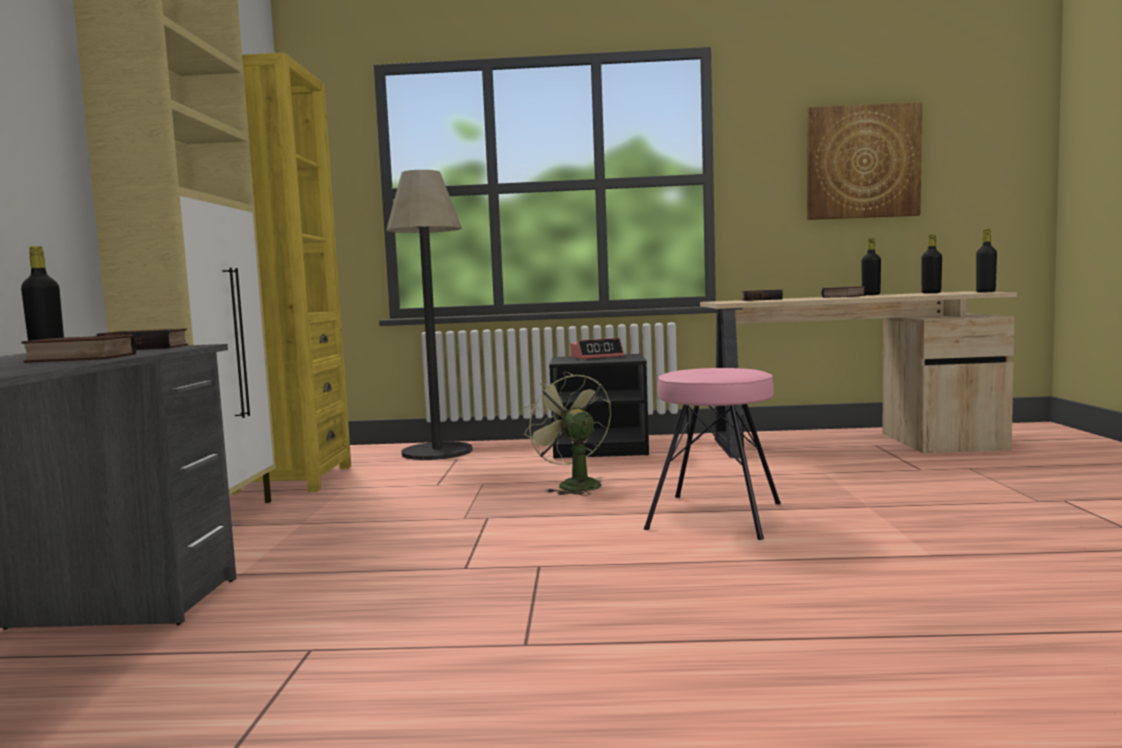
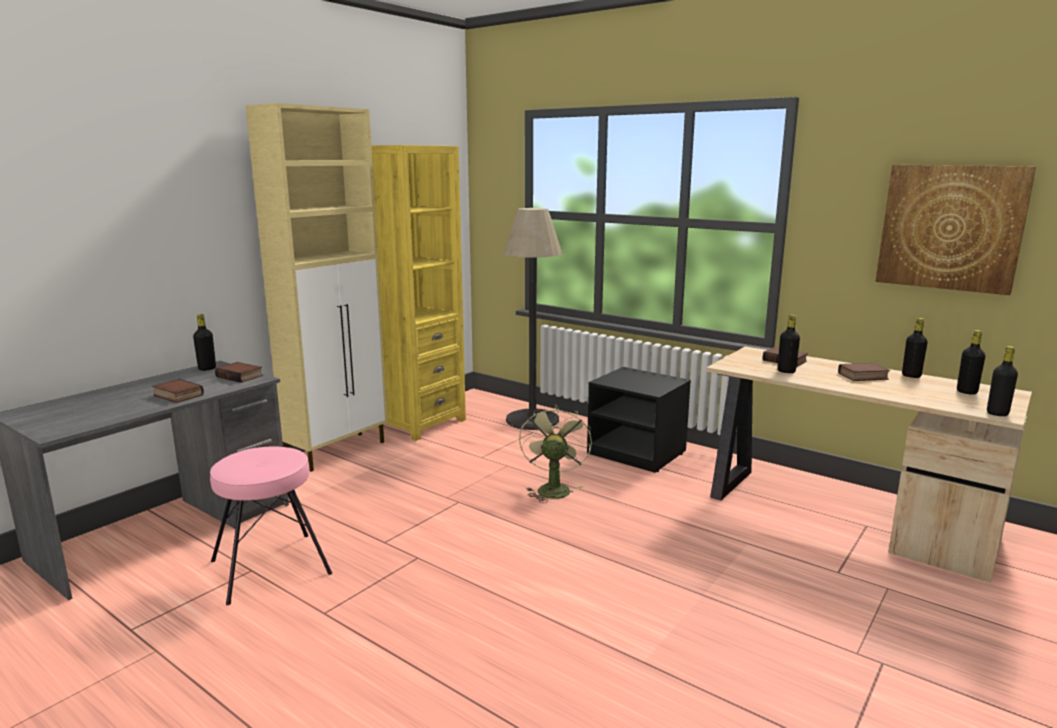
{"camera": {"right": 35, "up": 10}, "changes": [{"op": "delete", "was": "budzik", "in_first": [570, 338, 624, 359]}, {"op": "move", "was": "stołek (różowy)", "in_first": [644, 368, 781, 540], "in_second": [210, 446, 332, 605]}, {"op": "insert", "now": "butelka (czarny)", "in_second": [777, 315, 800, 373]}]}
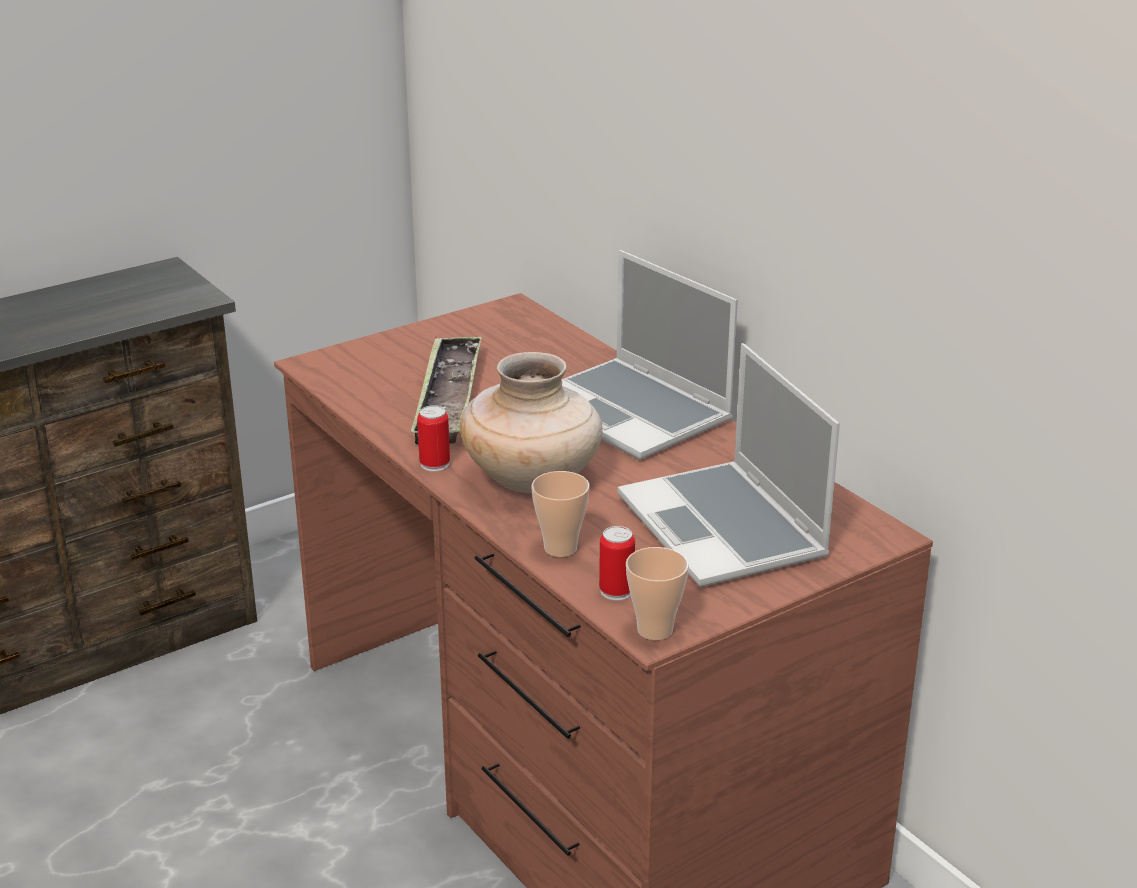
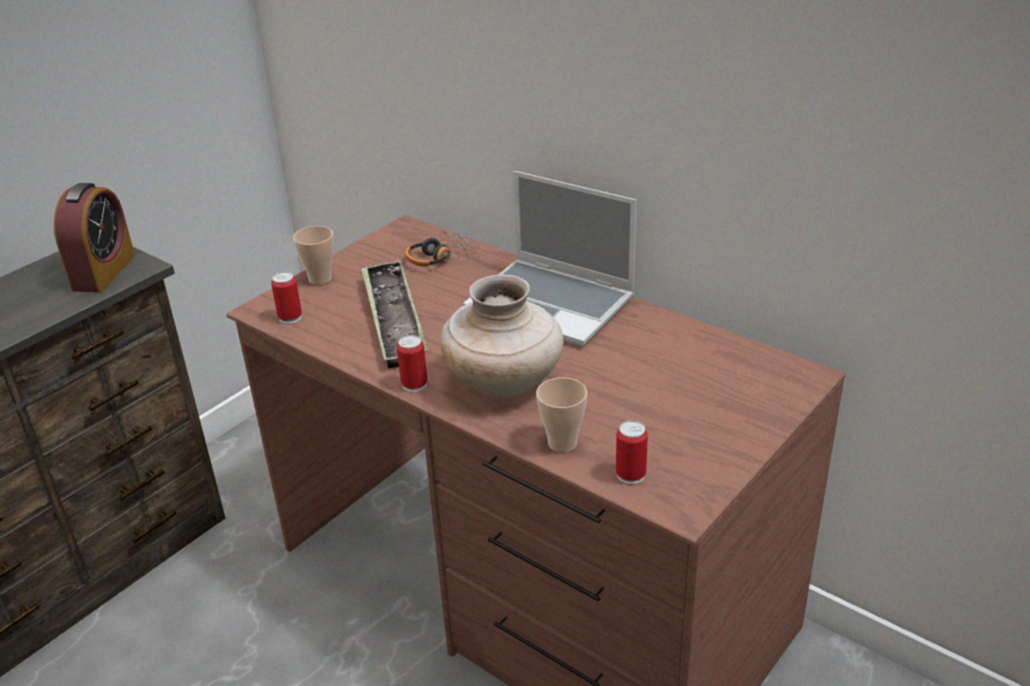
{"camera": {"right": -15, "up": 5}, "changes": [{"op": "delete", "was": "laptop", "in_first": [618, 343, 840, 587]}, {"op": "move", "was": "filiżanka", "in_first": [626, 547, 689, 640], "in_second": [293, 226, 334, 285]}, {"op": "insert", "now": "budzik", "in_second": [54, 183, 135, 293]}, {"op": "insert", "now": "puszka", "in_second": [271, 272, 302, 324]}, {"op": "insert", "now": "słuchawki", "in_second": [405, 231, 483, 266]}]}
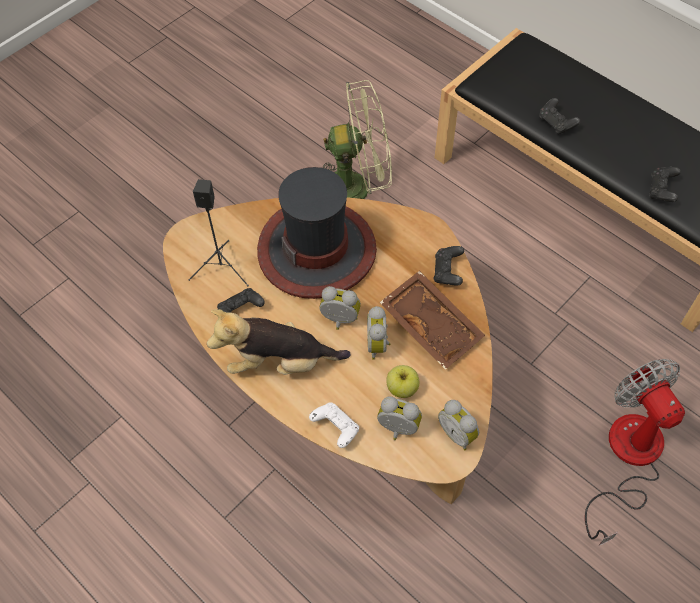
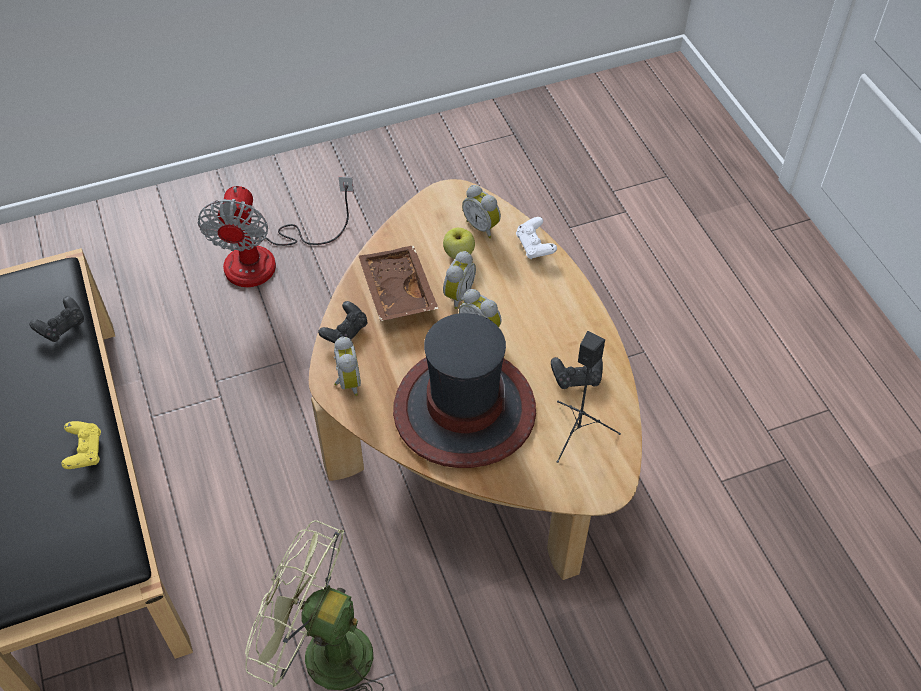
{"camera": {"right": -155, "up": -5}, "changes": [{"op": "delete", "was": "pluszak", "in_first": [207, 309, 351, 375]}, {"op": "move", "was": "budzik", "in_first": [438, 400, 479, 450], "in_second": [334, 336, 361, 396]}, {"op": "recolor", "was": "pad do gier (czarny)", "now": "pad do gier (żółty)", "in_first": [539, 98, 580, 134], "in_second": [61, 421, 101, 469]}]}
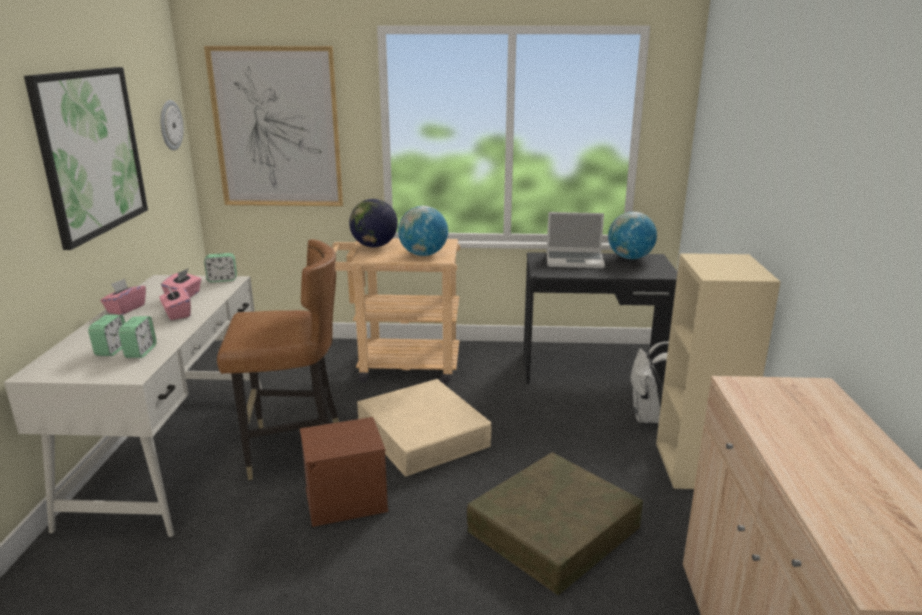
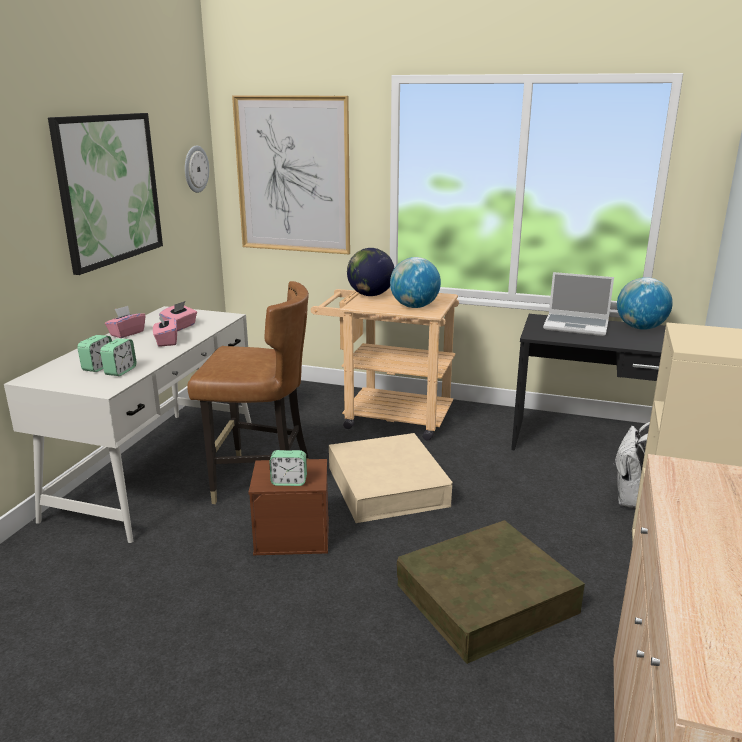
{"camera": {"right": 15, "up": 0}, "changes": [{"op": "move", "was": "budzik", "in_first": [204, 253, 237, 282], "in_second": [269, 450, 307, 486]}]}
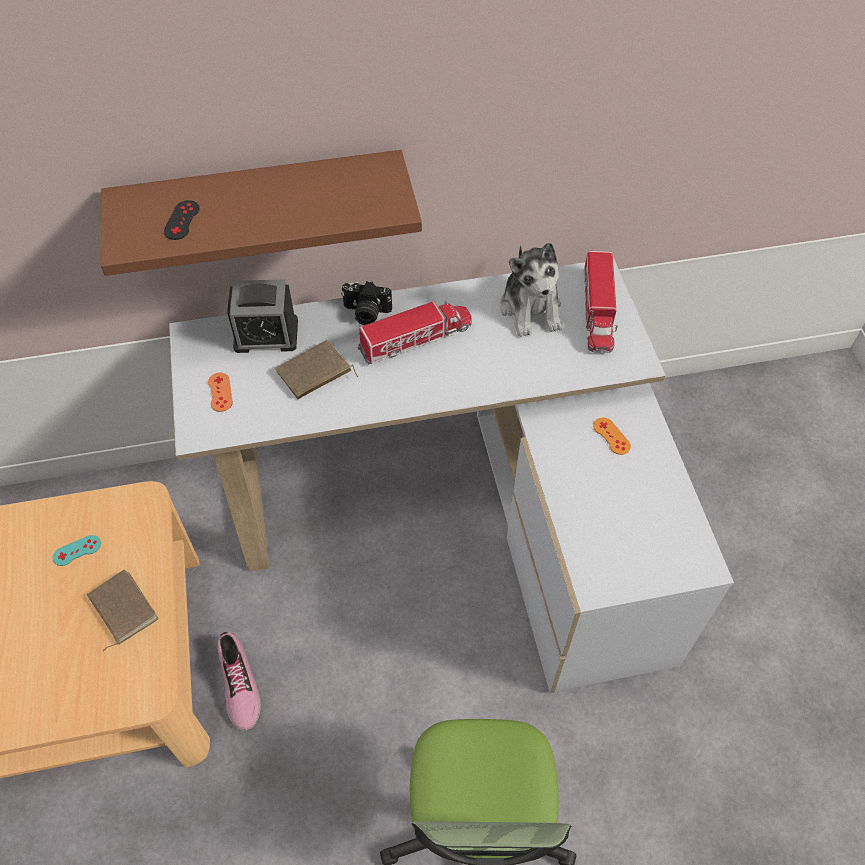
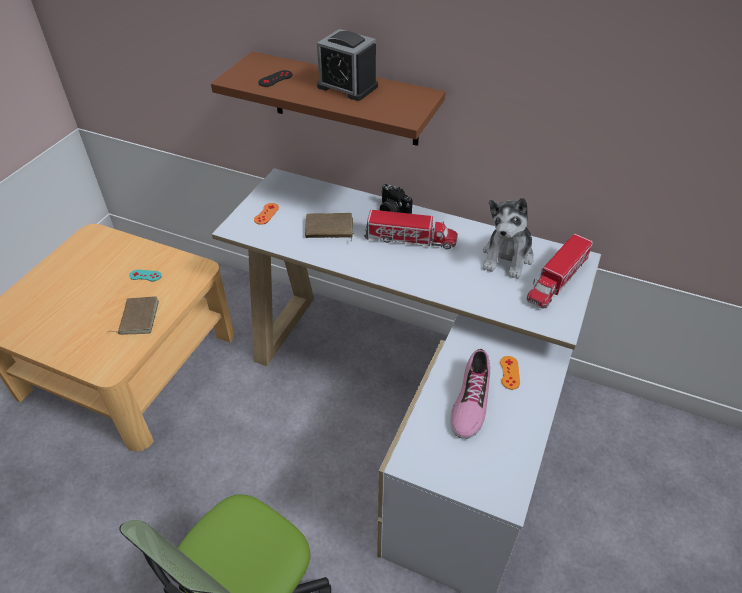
{"camera": {"right": 35, "up": -10}, "changes": [{"op": "move", "was": "but", "in_first": [217, 632, 261, 731], "in_second": [450, 349, 490, 439]}, {"op": "move", "was": "budzik", "in_first": [227, 279, 298, 353], "in_second": [317, 29, 378, 101]}]}
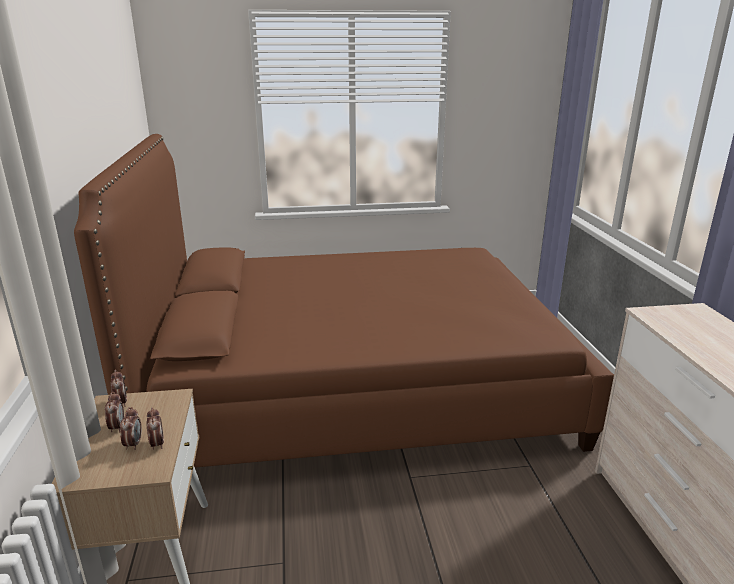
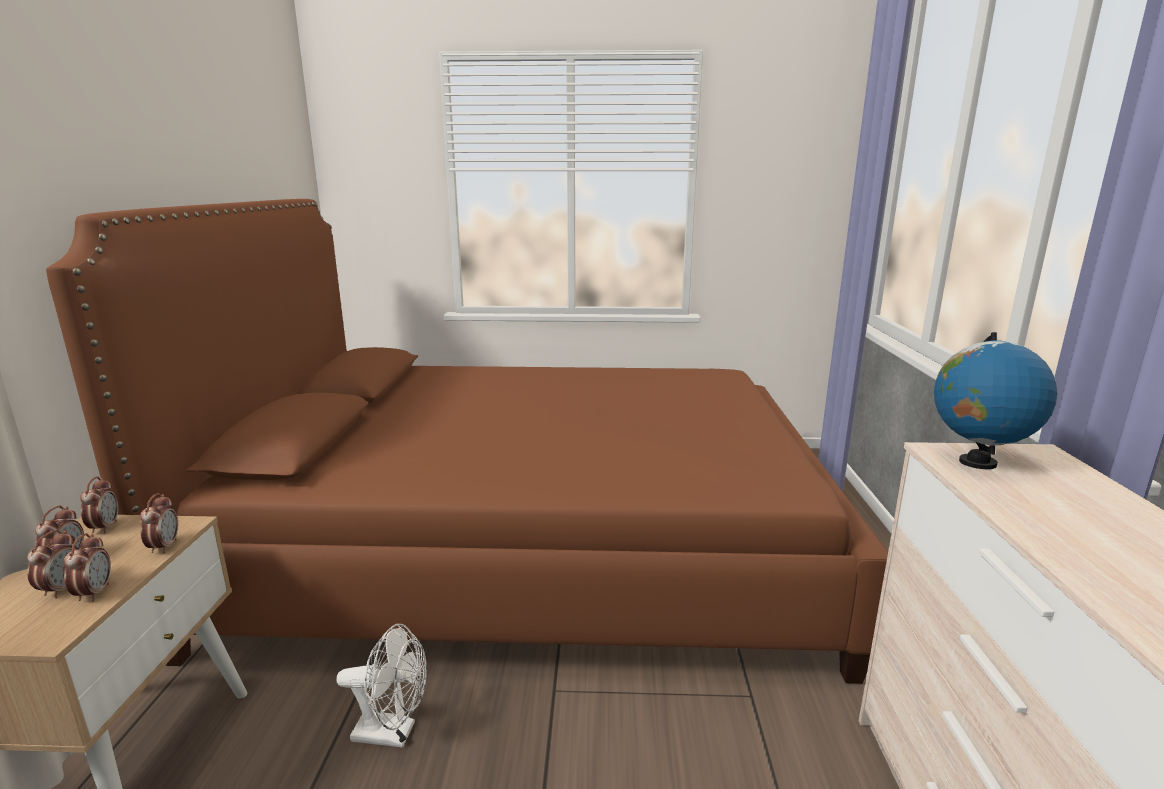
{"camera": {"right": 10, "up": -5}, "changes": [{"op": "insert", "now": "budzik", "in_second": [140, 493, 178, 553]}, {"op": "insert", "now": "wentylator (biały)", "in_second": [336, 624, 427, 748]}, {"op": "insert", "now": "globus", "in_second": [934, 332, 1057, 469]}]}
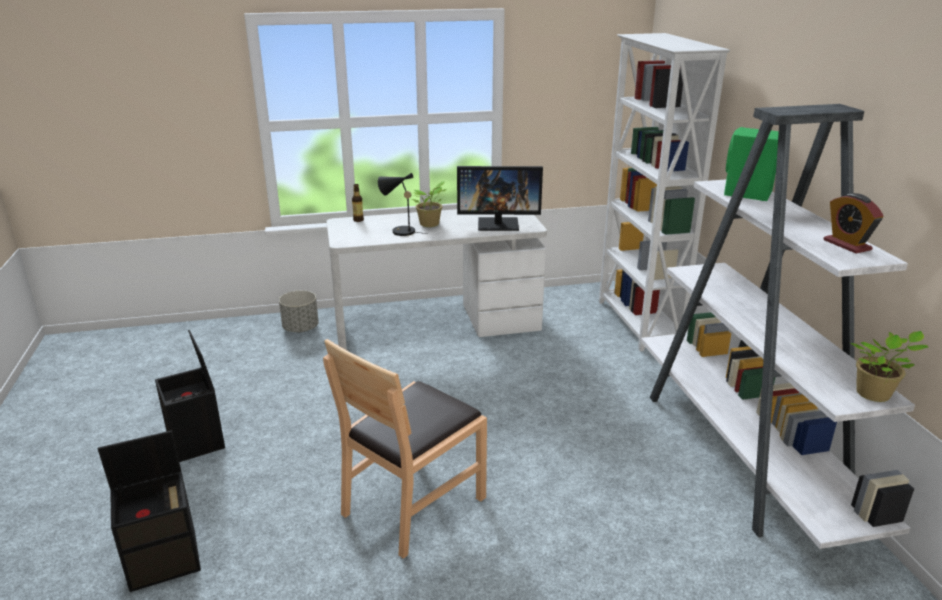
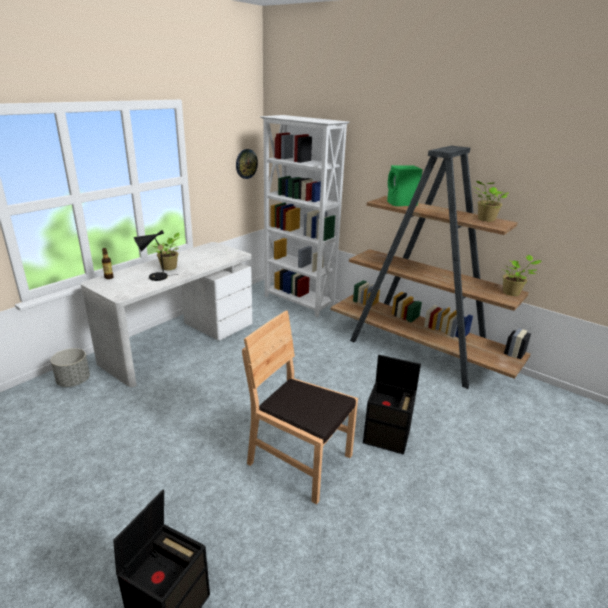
{"camera": {"right": -40, "up": 0}, "changes": [{"op": "move", "was": "pojemnik do przechowywania (czarny)", "in_first": [155, 330, 225, 462], "in_second": [363, 355, 421, 455]}, {"op": "rotate", "was": "krzesło (brązowy)", "in_first": [323, 339, 487, 559], "in_second": [242, 310, 358, 505], "clockwise": 120}, {"op": "delete", "was": "monitor", "in_first": [457, 166, 543, 231]}, {"op": "recolor", "was": "regał (biały)", "now": "regał (brązowy)", "in_first": [641, 104, 915, 549], "in_second": [331, 146, 531, 389]}, {"op": "replace", "was": "budzik", "now": "roślina doniczkowa", "in_first": [824, 193, 884, 253], "in_second": [475, 181, 509, 221]}, {"op": "insert", "now": "zegar ścienny", "in_second": [236, 149, 258, 179]}]}
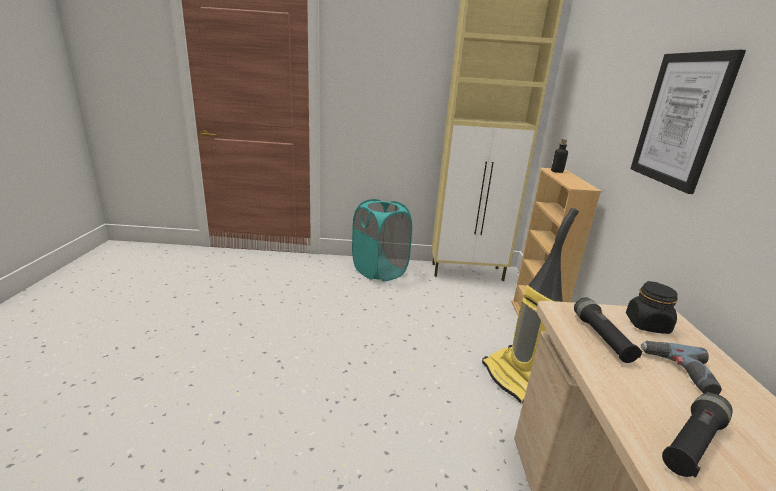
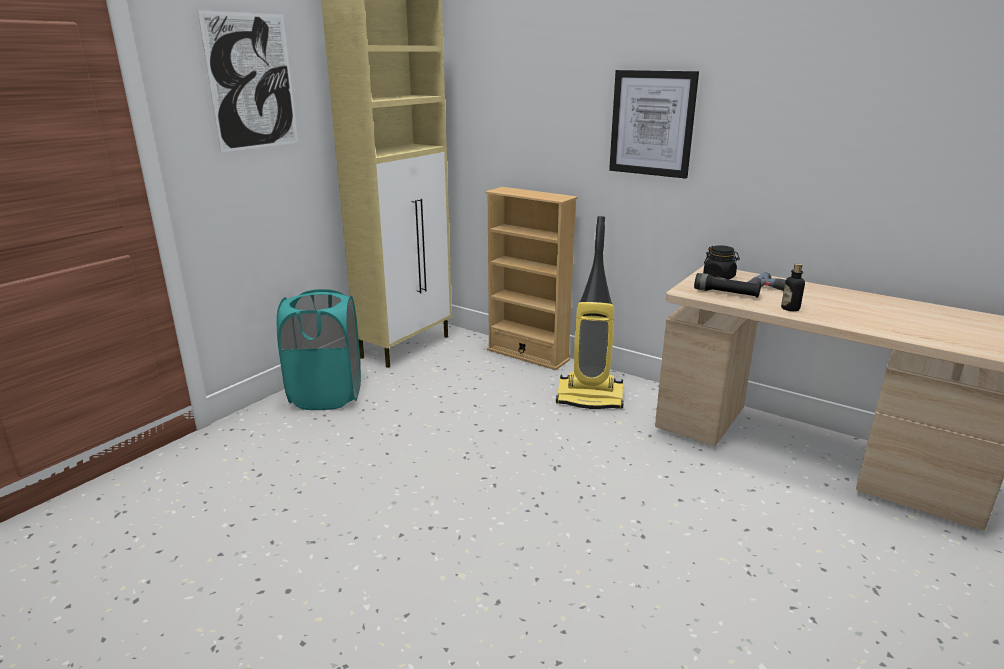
{"camera": {"right": -55, "up": 0}, "changes": [{"op": "move", "was": "butelka", "in_first": [551, 139, 568, 173], "in_second": [781, 263, 805, 311]}, {"op": "delete", "was": "latarka (czarny)", "in_first": [662, 393, 733, 478]}, {"op": "insert", "now": "obraz", "in_second": [197, 10, 298, 152]}]}
